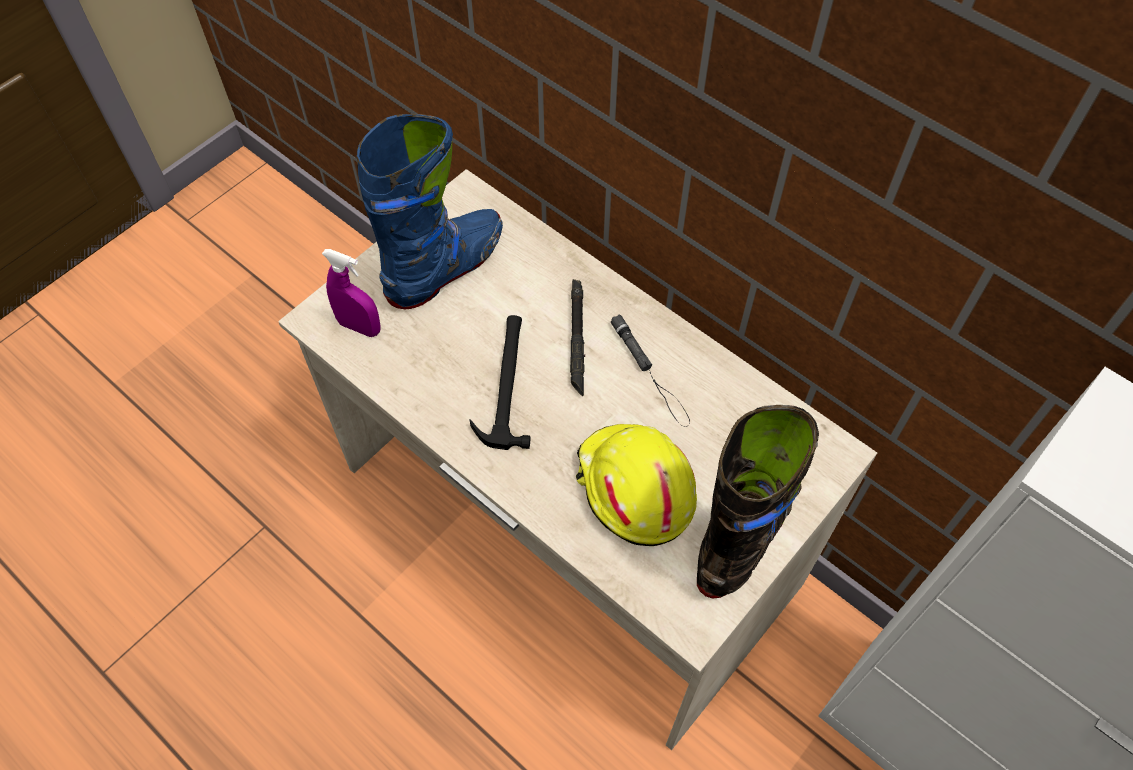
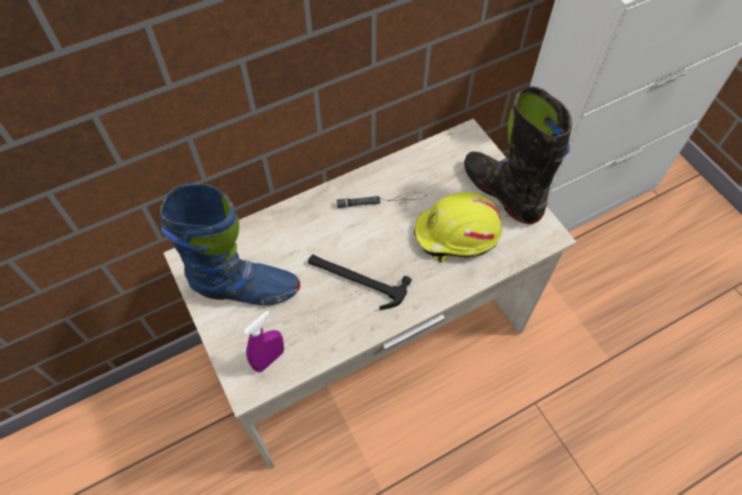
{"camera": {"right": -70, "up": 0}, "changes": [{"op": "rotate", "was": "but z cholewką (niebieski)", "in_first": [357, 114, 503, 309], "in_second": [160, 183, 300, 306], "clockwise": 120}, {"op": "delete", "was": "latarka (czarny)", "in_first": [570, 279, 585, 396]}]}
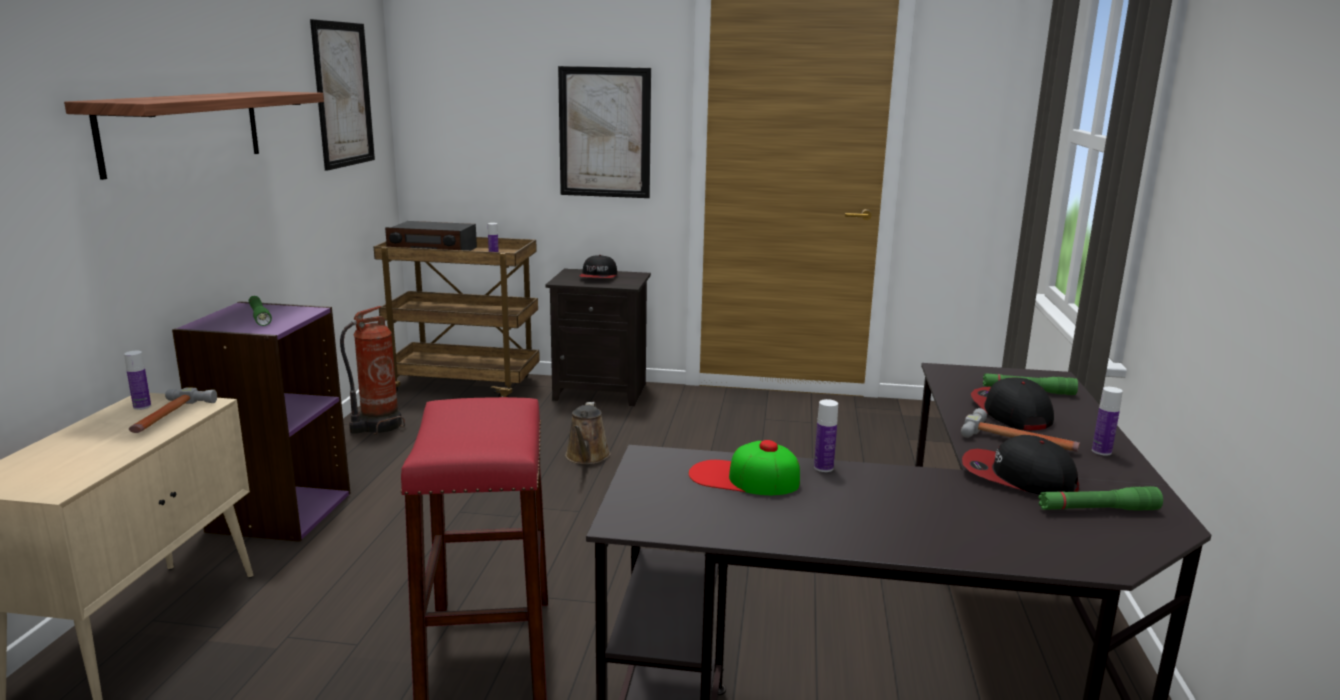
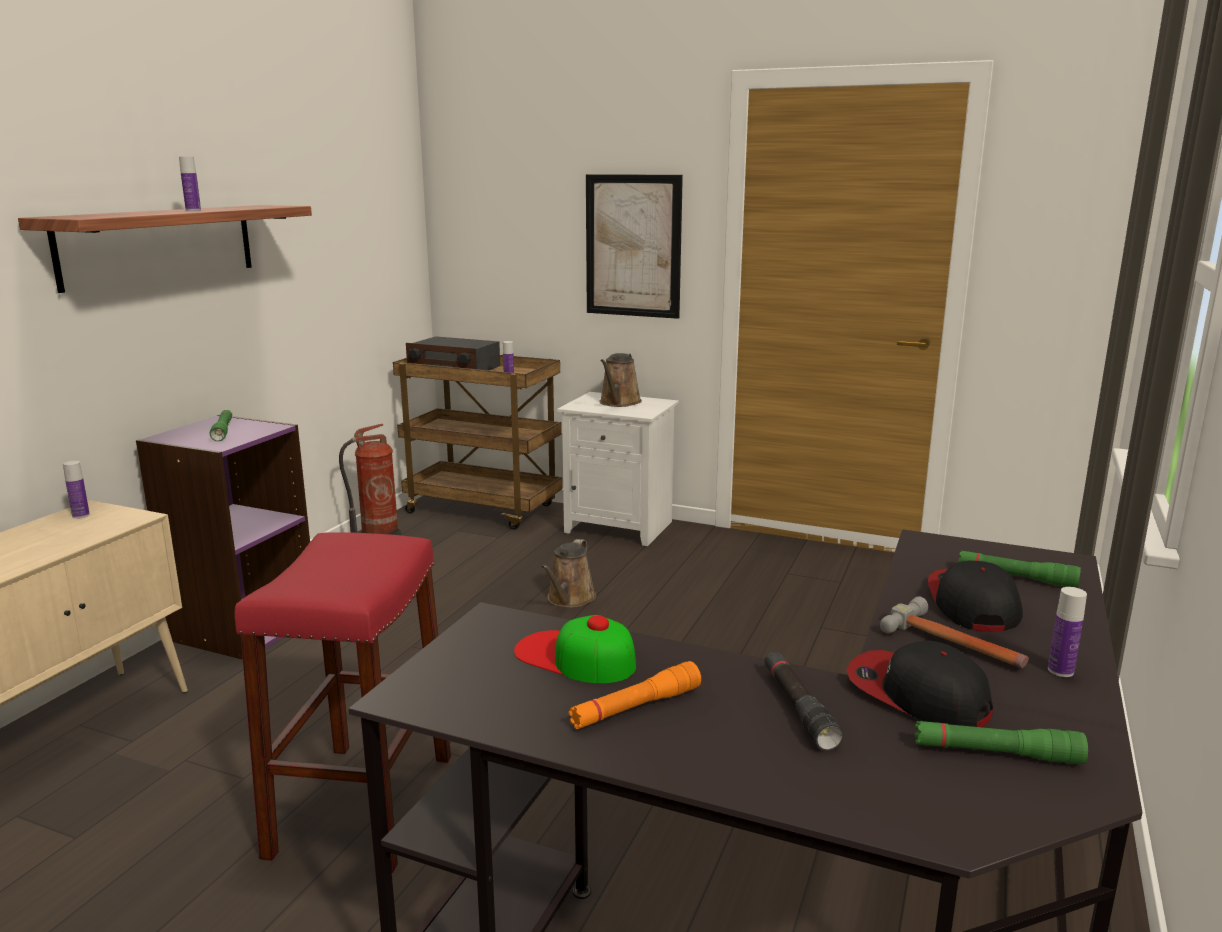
{"camera": {"right": 15, "up": 0}, "changes": [{"op": "delete", "was": "młotek", "in_first": [129, 387, 217, 433]}, {"op": "delete", "was": "obraz", "in_first": [310, 19, 375, 170]}, {"op": "recolor", "was": "szafka nocna (czarny)", "now": "szafka nocna (biały)", "in_first": [545, 268, 651, 406], "in_second": [557, 392, 679, 546]}, {"op": "replace", "was": "czapka z daszkiem", "now": "konewka (brązowy)", "in_first": [579, 255, 617, 278], "in_second": [599, 353, 642, 407]}, {"op": "move", "was": "butelka", "in_first": [814, 399, 838, 472], "in_second": [179, 157, 201, 211]}, {"op": "insert", "now": "latarka (pomarańczowy)", "in_second": [568, 661, 701, 729]}, {"op": "insert", "now": "latarka (czarny)", "in_second": [764, 652, 844, 751]}]}
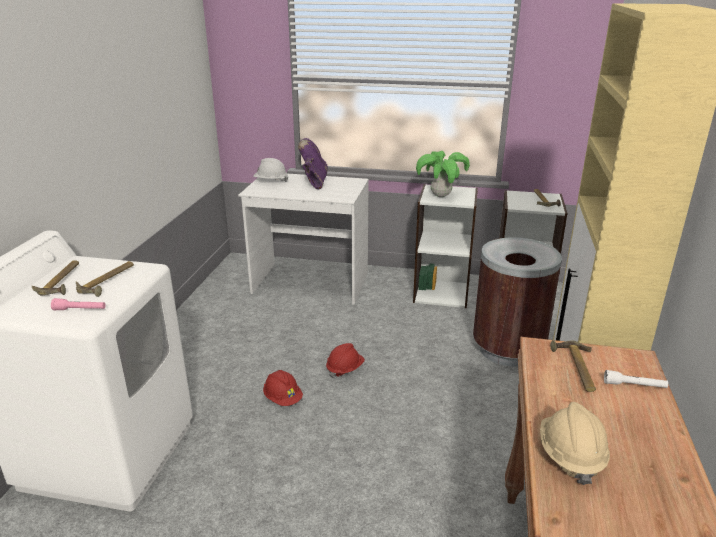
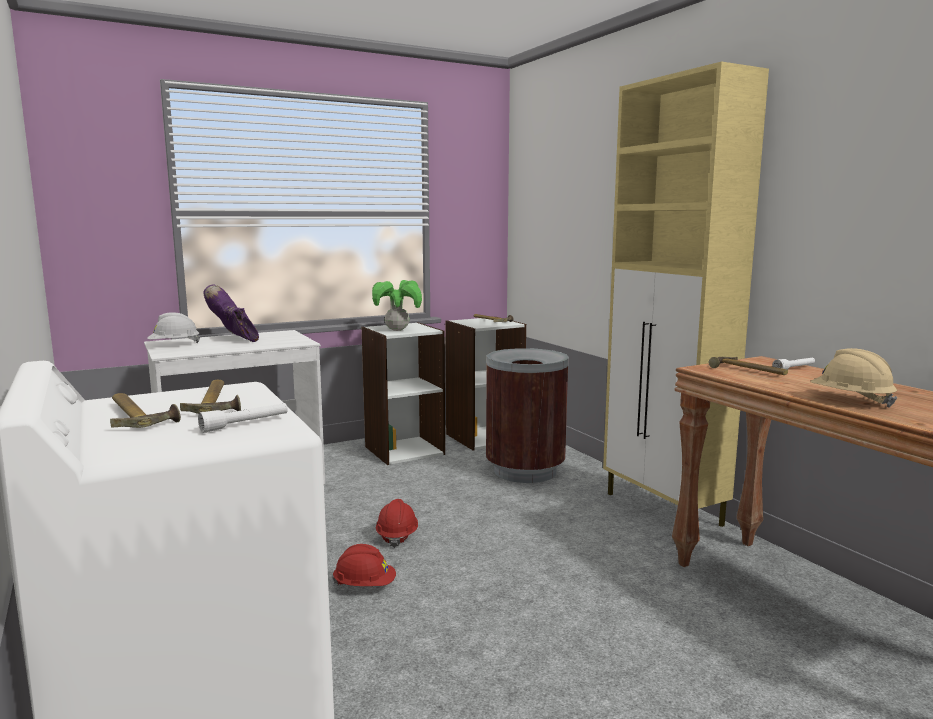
{"camera": {"right": -40, "up": -15}, "changes": [{"op": "recolor", "was": "latarka (różowy)", "now": "latarka (biały)", "in_first": [51, 298, 106, 310], "in_second": [198, 403, 288, 433]}]}
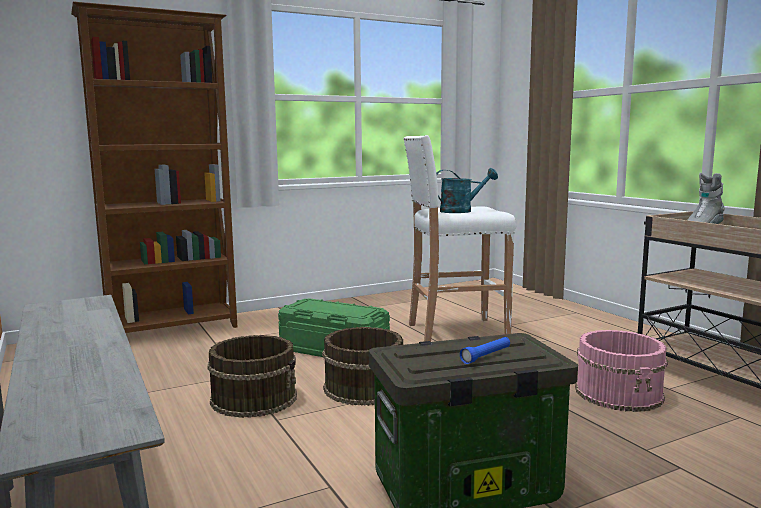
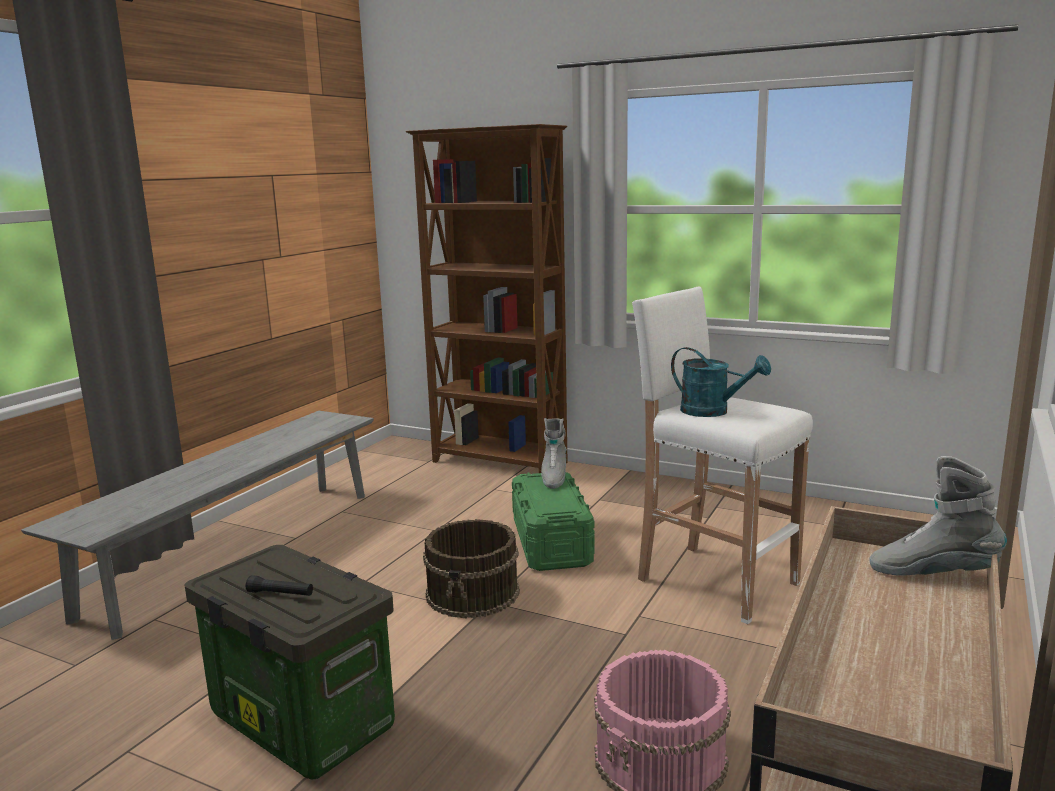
{"camera": {"right": 55, "up": 5}, "changes": [{"op": "delete", "was": "wiadro (brązowy)", "in_first": [207, 335, 297, 418]}, {"op": "recolor", "was": "latarka (niebieski)", "now": "latarka (czarny)", "in_first": [460, 337, 510, 364], "in_second": [246, 575, 313, 596]}, {"op": "insert", "now": "but z cholewką (szary)", "in_second": [541, 418, 567, 489]}]}
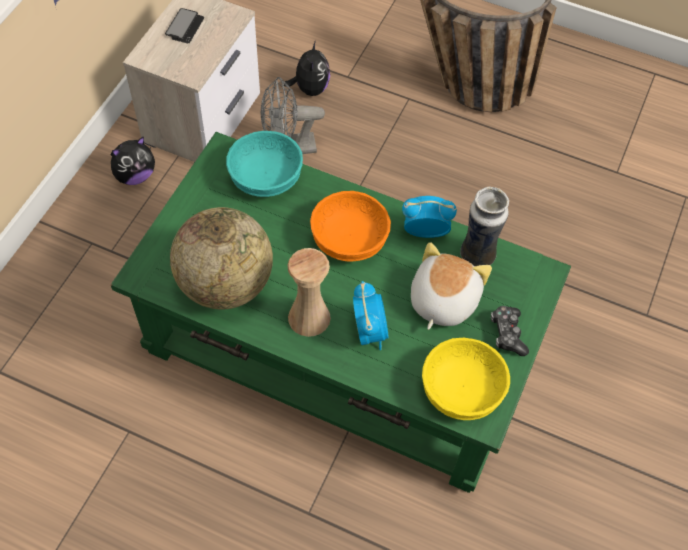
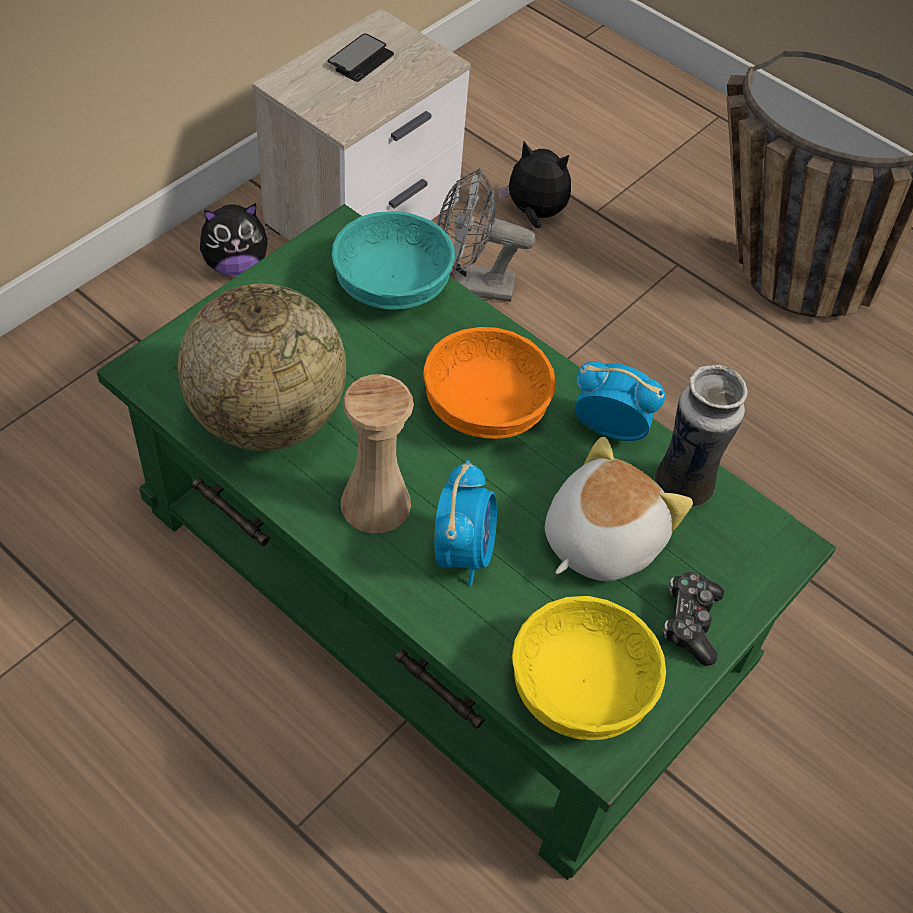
{"camera": {"right": 15, "up": -5}, "changes": [{"op": "rotate", "was": "pluszak", "in_first": [284, 41, 330, 96], "in_second": [498, 141, 571, 228], "clockwise": -90}]}
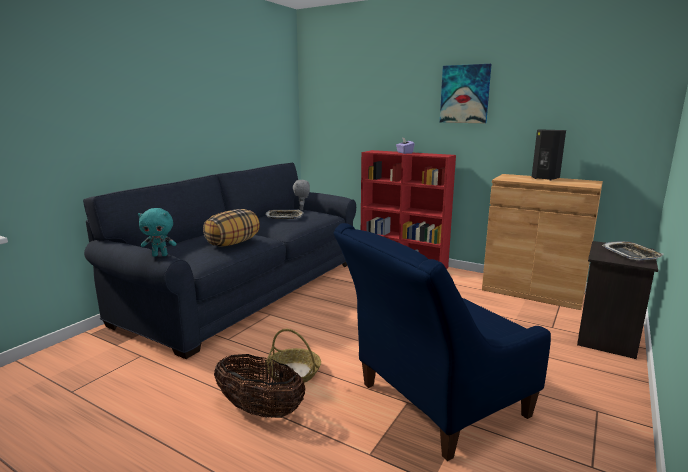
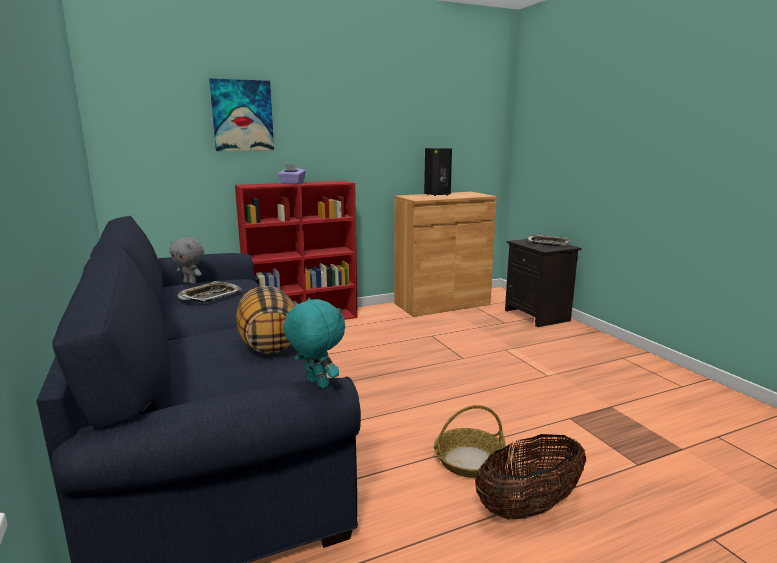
{"camera": {"right": -55, "up": 0}, "changes": [{"op": "rotate", "was": "pluszak (turkusowy)", "in_first": [138, 208, 177, 257], "in_second": [283, 298, 345, 389], "clockwise": -75}, {"op": "delete", "was": "fotel (niebieski)", "in_first": [334, 223, 551, 461]}, {"op": "move", "was": "obraz", "in_first": [440, 64, 492, 123], "in_second": [209, 78, 274, 151]}]}
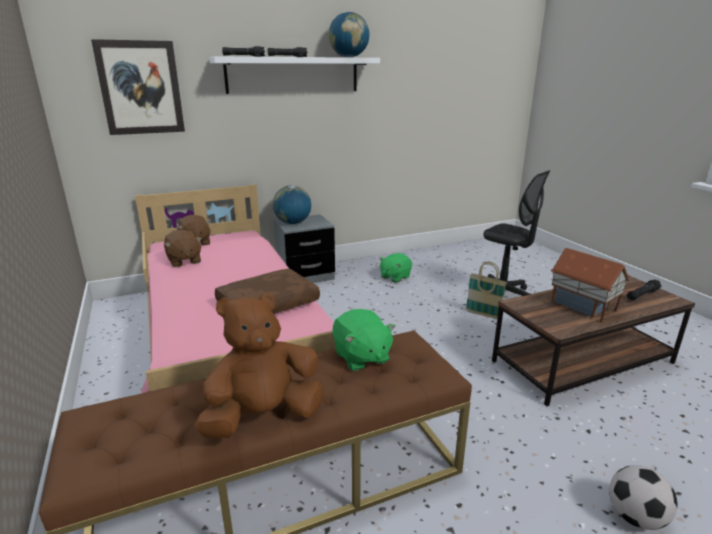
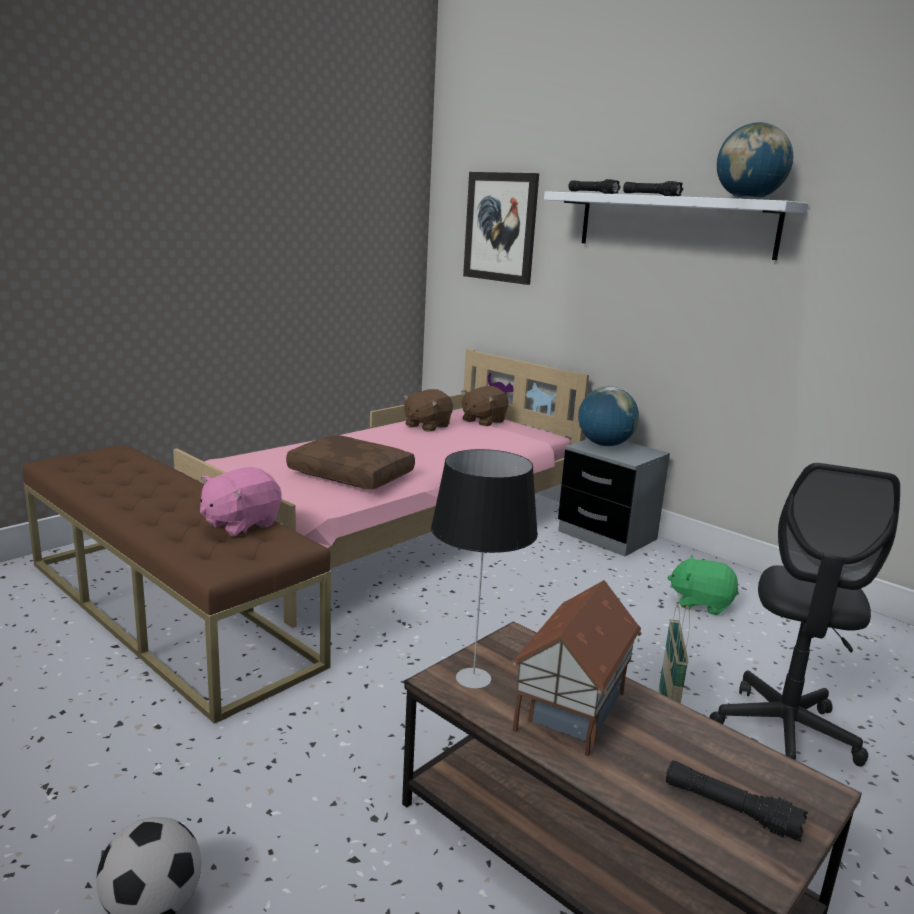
{"camera": {"right": 65, "up": -5}, "changes": [{"op": "delete", "was": "pluszak (brązowy)", "in_first": [195, 293, 324, 438]}, {"op": "recolor", "was": "pluszak (zielony)", "now": "pluszak (różowy)", "in_first": [332, 309, 396, 371], "in_second": [200, 467, 282, 537]}, {"op": "insert", "now": "lampa stołowa", "in_second": [431, 449, 538, 688]}]}
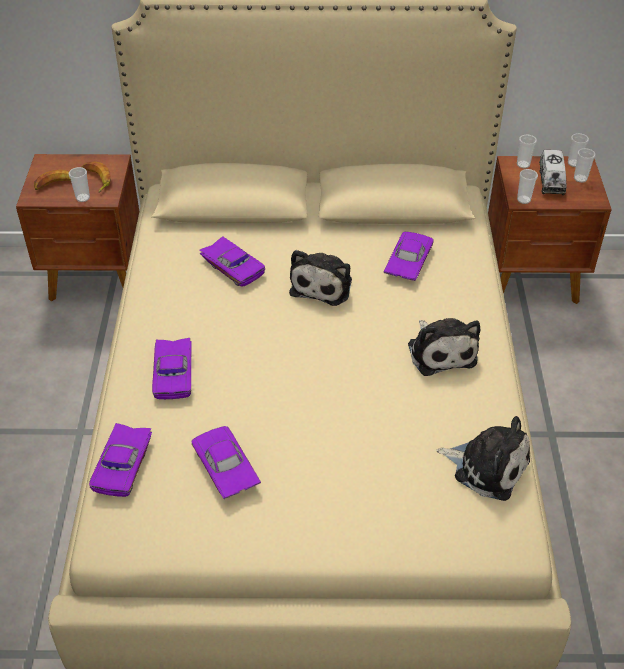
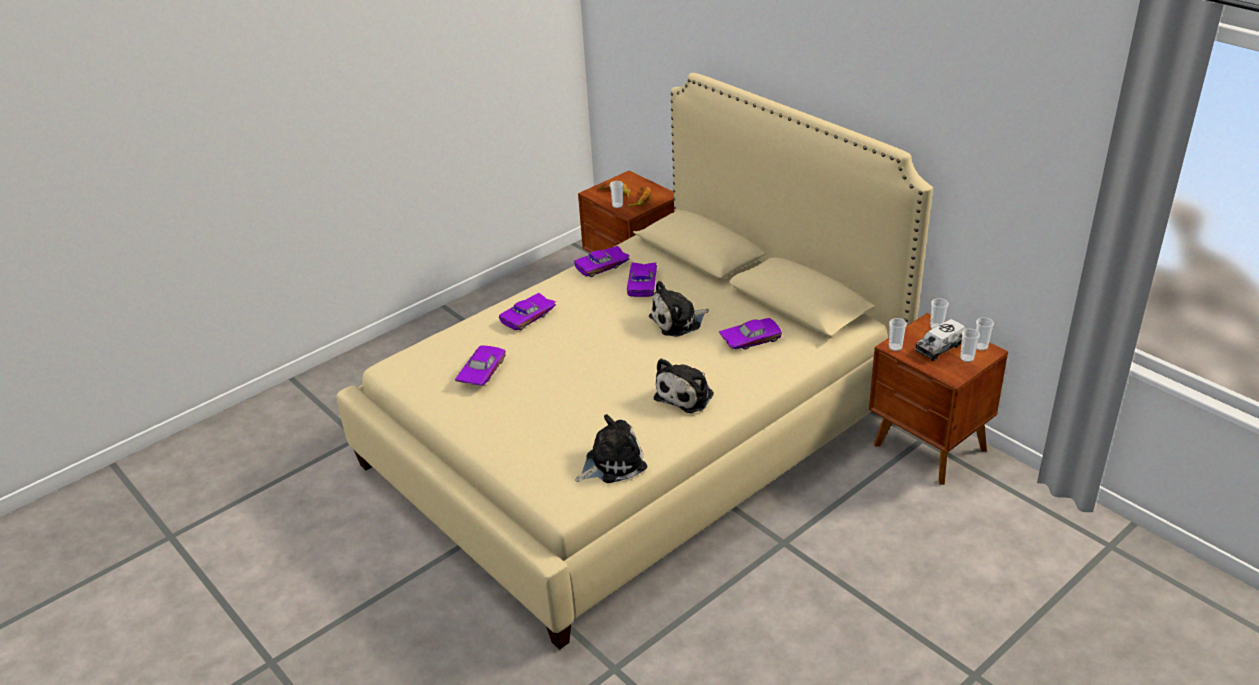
{"camera": {"right": 50, "up": -10}, "changes": [{"op": "move", "was": "samochodzik (fioletowy)", "in_first": [89, 423, 152, 497], "in_second": [574, 246, 630, 277]}, {"op": "rotate", "was": "pluszak", "in_first": [436, 416, 530, 501], "in_second": [576, 414, 647, 483], "clockwise": -105}]}
